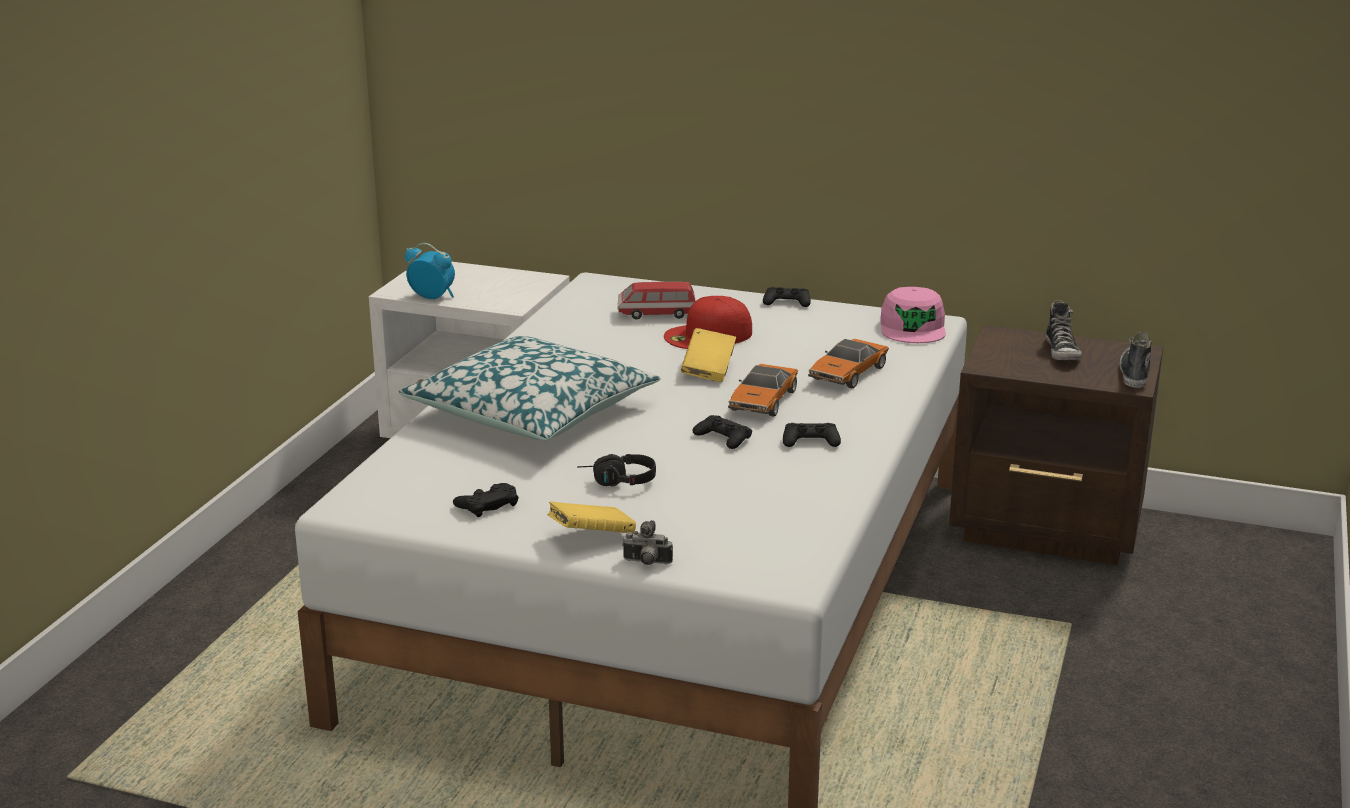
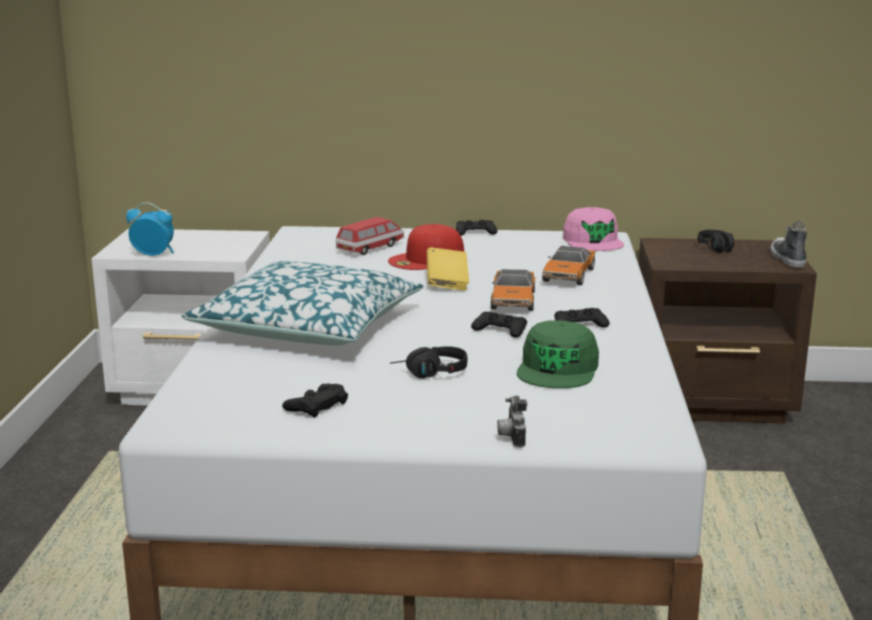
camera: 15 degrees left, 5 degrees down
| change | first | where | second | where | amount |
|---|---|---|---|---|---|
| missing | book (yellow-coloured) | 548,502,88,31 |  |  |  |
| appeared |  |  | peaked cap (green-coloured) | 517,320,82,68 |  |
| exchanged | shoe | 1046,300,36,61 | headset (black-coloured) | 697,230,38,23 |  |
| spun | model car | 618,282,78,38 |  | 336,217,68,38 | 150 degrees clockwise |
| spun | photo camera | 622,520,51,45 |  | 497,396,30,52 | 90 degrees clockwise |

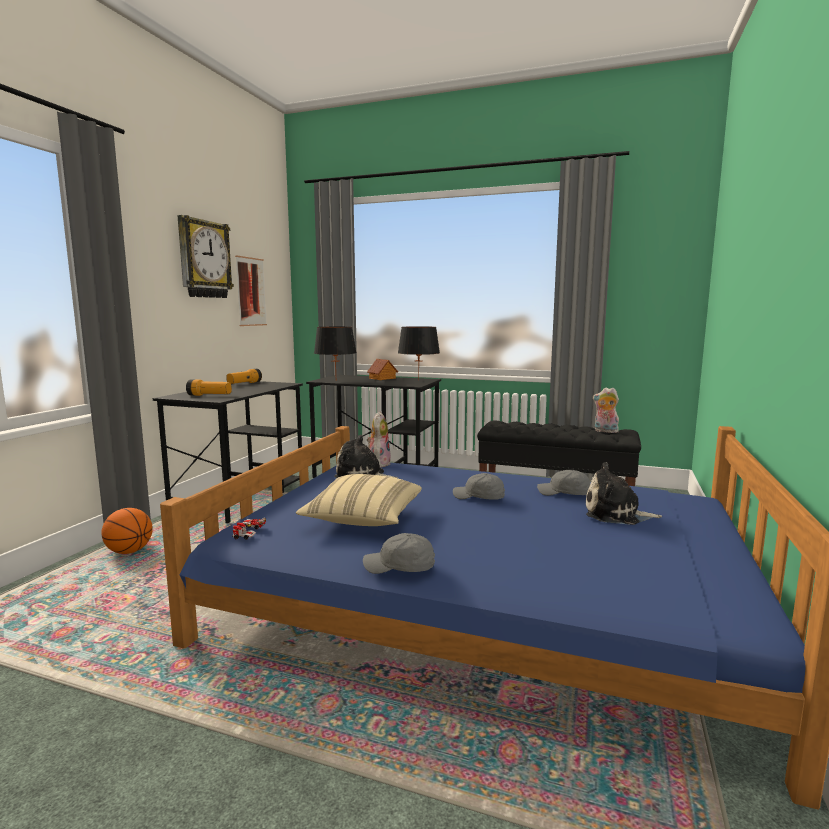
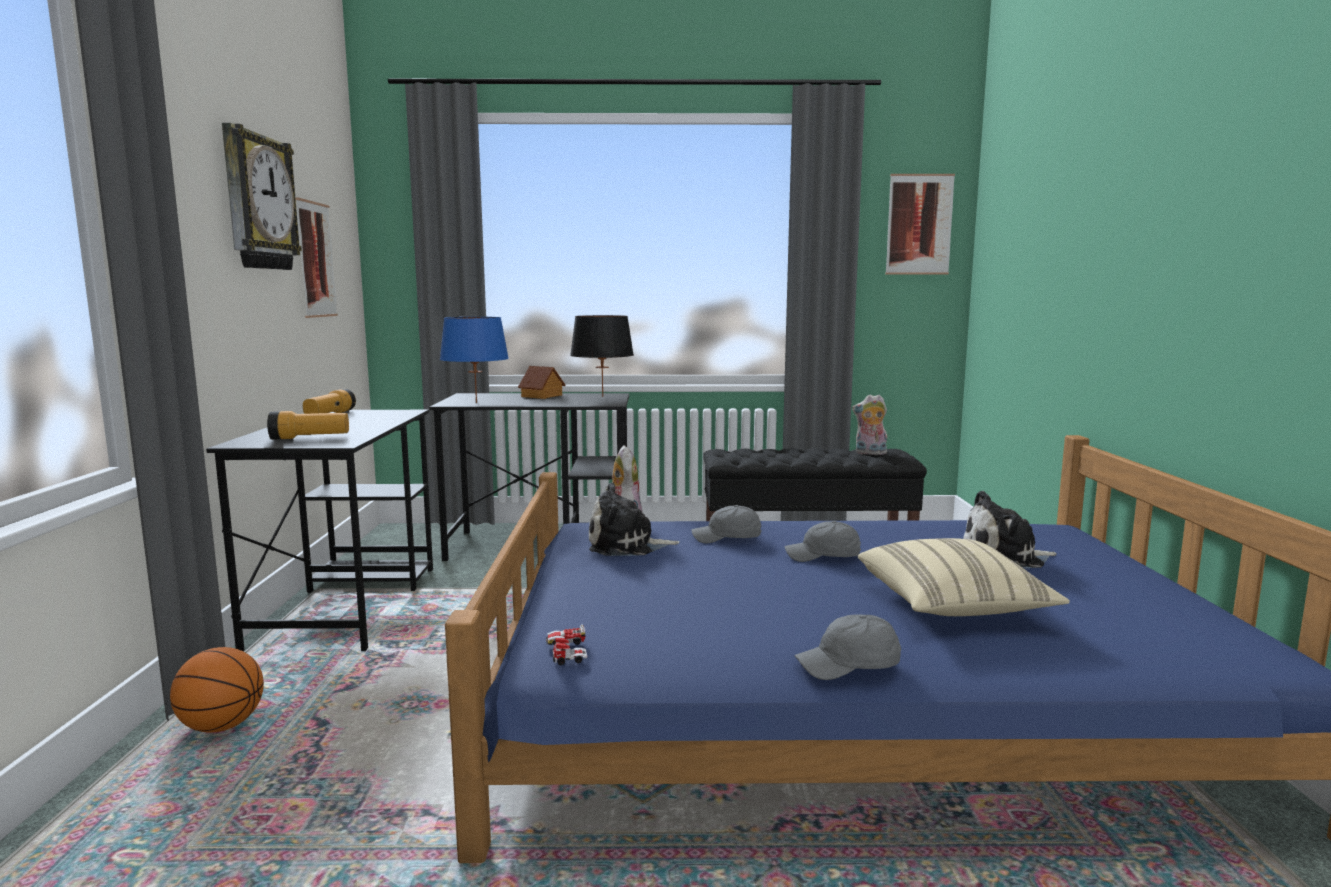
camera: 20 degrees left, 0 degrees up
| change | first | where | second | where | amount |
|---|---|---|---|---|---|
| appeared |  |  | wall art | 885,174,70,100 |  |
| relocated | cushion (sand-coloured) | 296,474,126,52 |  | 858,538,212,78 |  |
| relocated | peaked cap (grey) | 537,470,53,26 |  | 692,505,69,38 |  |
| colour | tabletop lamp (black-coloured) | 314,327,43,45 | tabletop lamp (blue) | 440,317,69,86 |  |

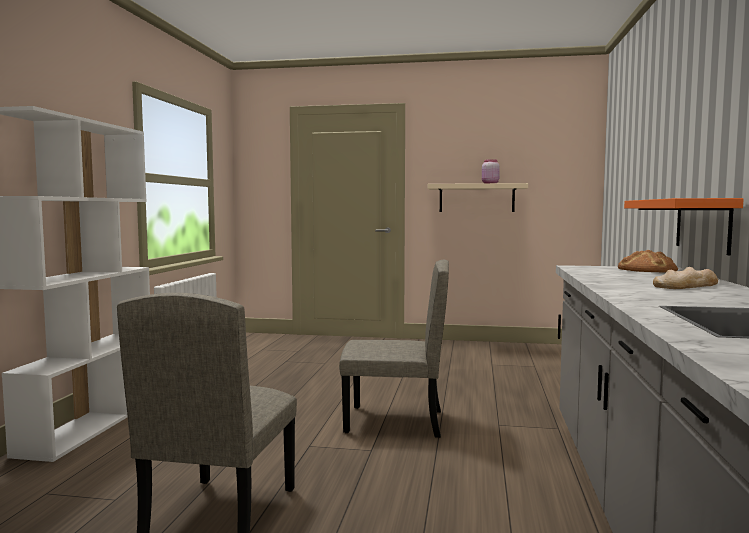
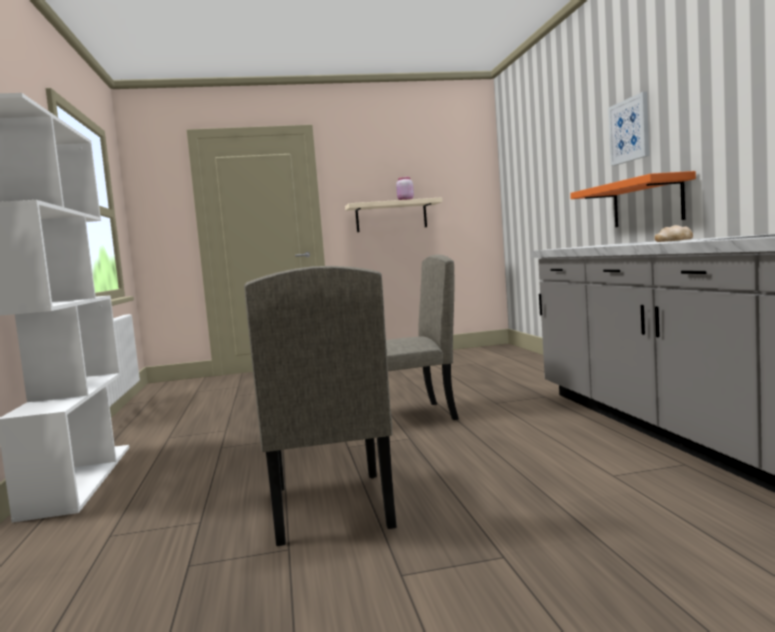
camera: 20 degrees left, 0 degrees up
| change | first | where | second | where | amount |
|---|---|---|---|---|---|
| missing | baked bread | 618,250,60,23 |  |  |  |
| appeared |  |  | wall art | 608,92,41,74 |  |

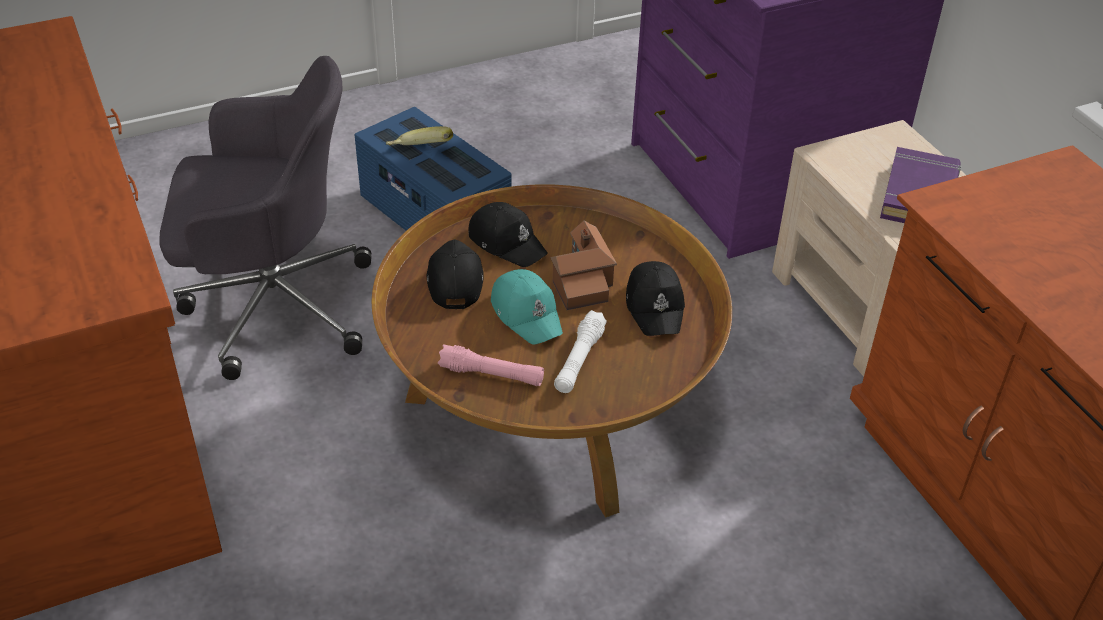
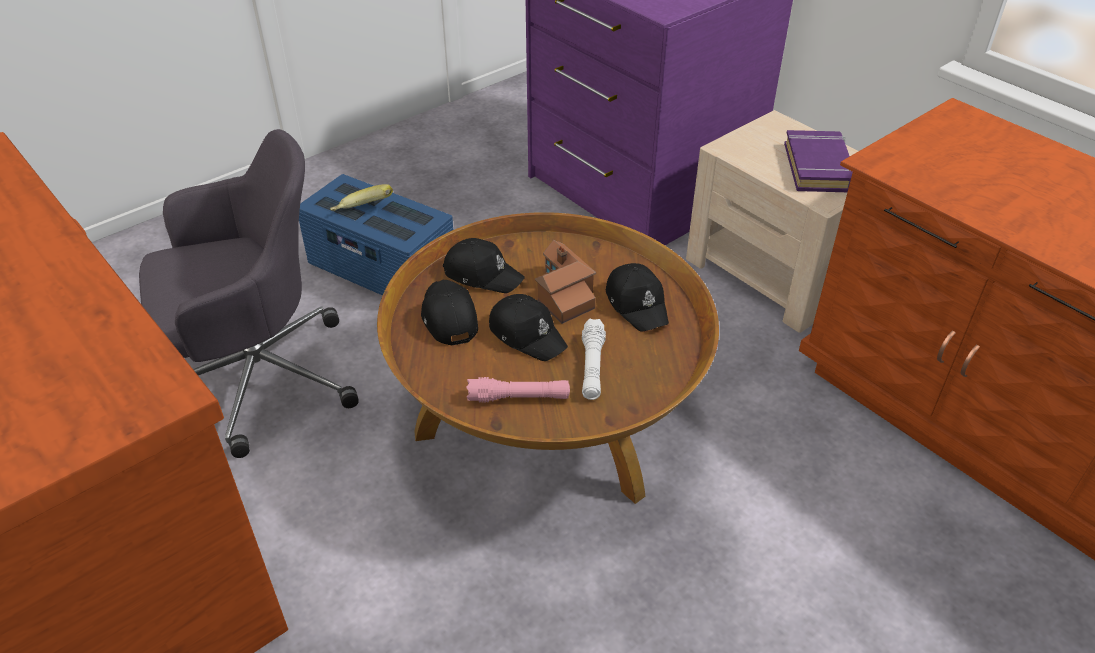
camera: 15 degrees left, 0 degrees up
| change | first | where | second | where | amount |
|---|---|---|---|---|---|
| colour | peaked cap (turquoise-coloured) | 491,269,72,75 | peaked cap (black-coloured) | 489,294,79,67 |  |

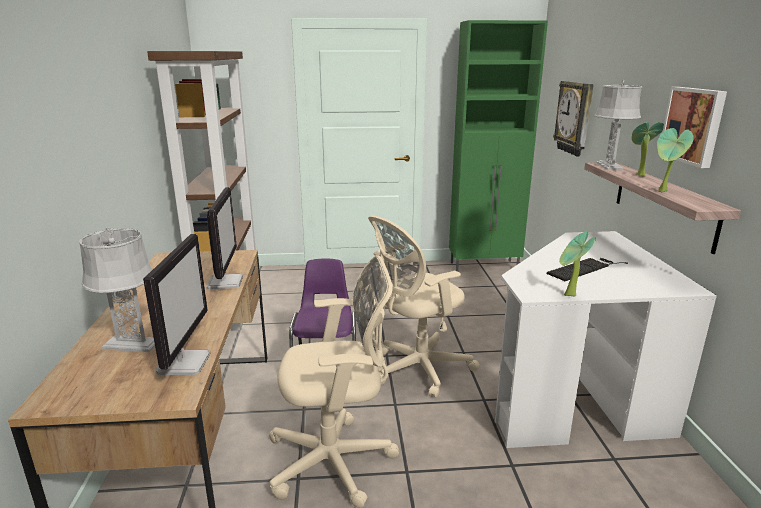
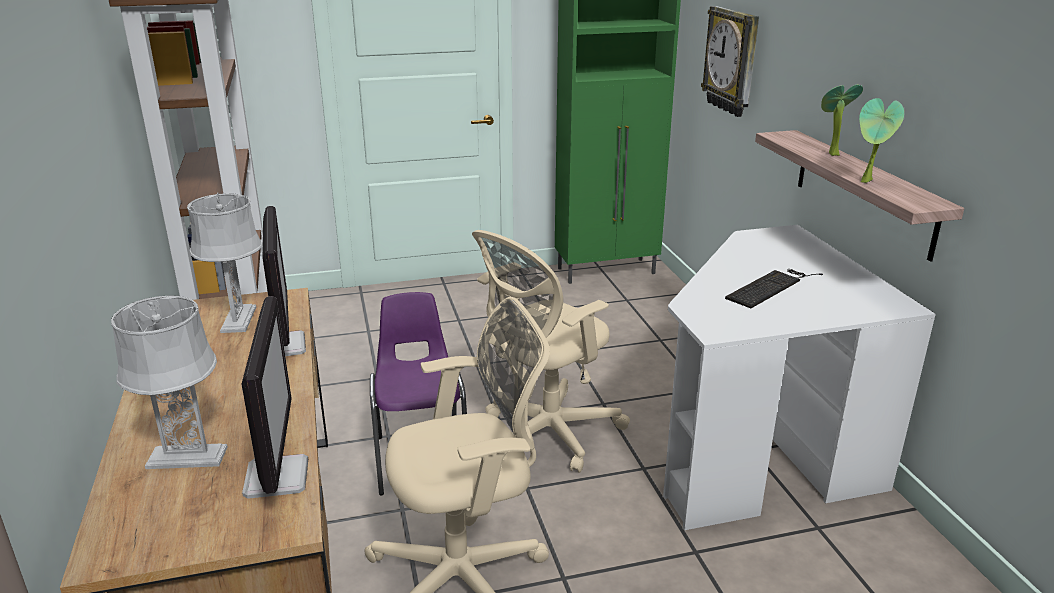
camera: 10 degrees left, 5 degrees up
| change | first | where | second | where | amount |
|---|---|---|---|---|---|
| missing | potted plant | 559,232,37,64 |  |  |  |
| missing | wall art | 658,87,69,81 |  |  |  |
| relocated | tabletop lamp (grey) | 594,79,48,91 |  | 187,193,76,140 |  |

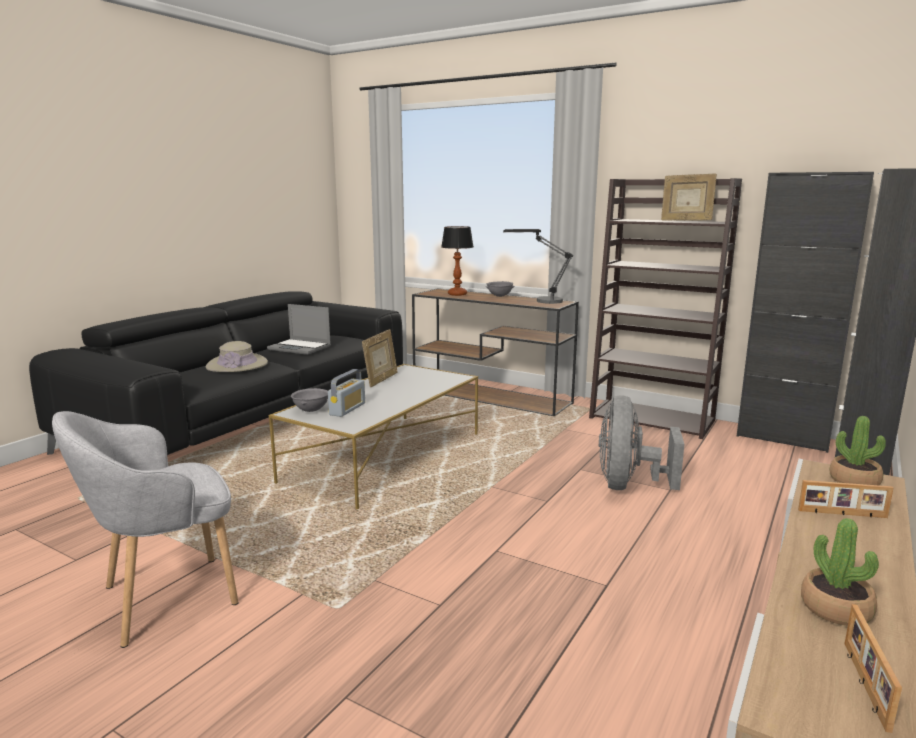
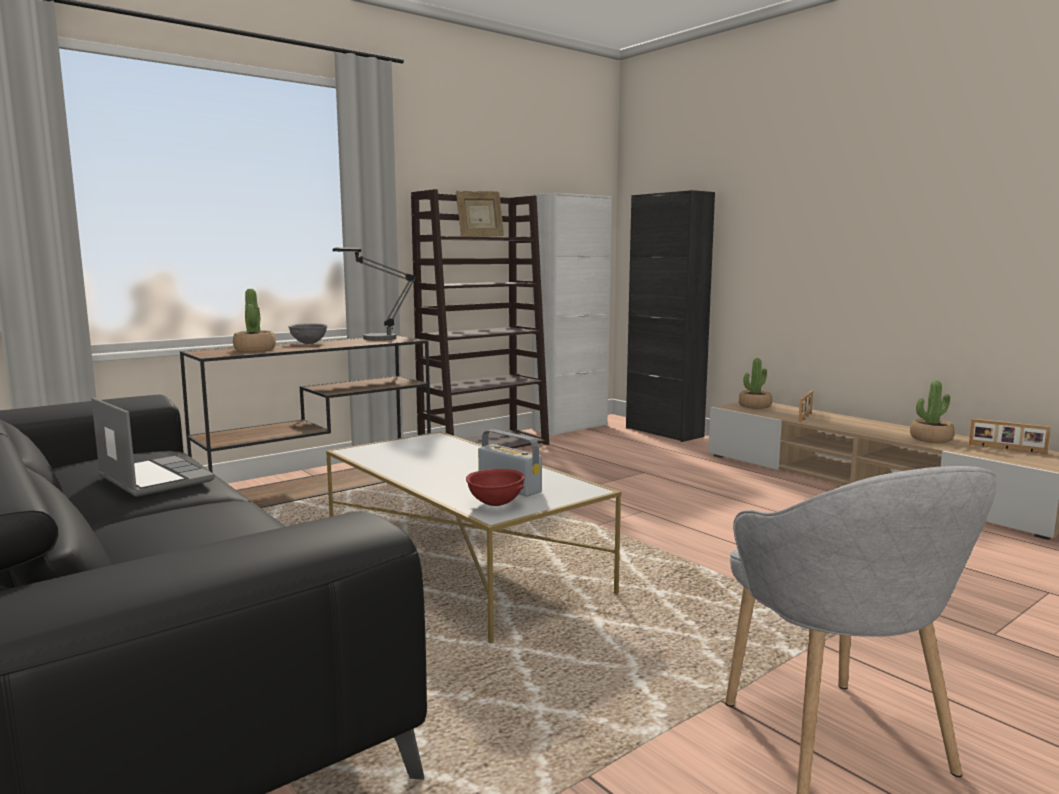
camera: 70 degrees left, 5 degrees down
| change | first | where | second | where | amount |
|---|---|---|---|---|---|
| missing | wearable hat (sand-coloured) | 206,341,62,31 |  |  |  |
| missing | picture frame | 362,329,36,58 |  |  |  |
| missing | electric fan (grey) | 599,395,85,95 |  |  |  |
| exchanged | tabletop lamp | 441,226,32,70 | potted plant | 233,289,43,63 |  |
| colour | deep dish (grey) | 291,388,37,24 | deep dish (reddish) | 466,469,59,37 |  |
| colour | cabinet (black-coloured) | 737,172,137,281 | cabinet (white-coloured) | 532,192,80,244 |  |
| spun | laptop | 267,304,64,51 |  | 91,397,124,100 | 90 degrees counterclockwise |

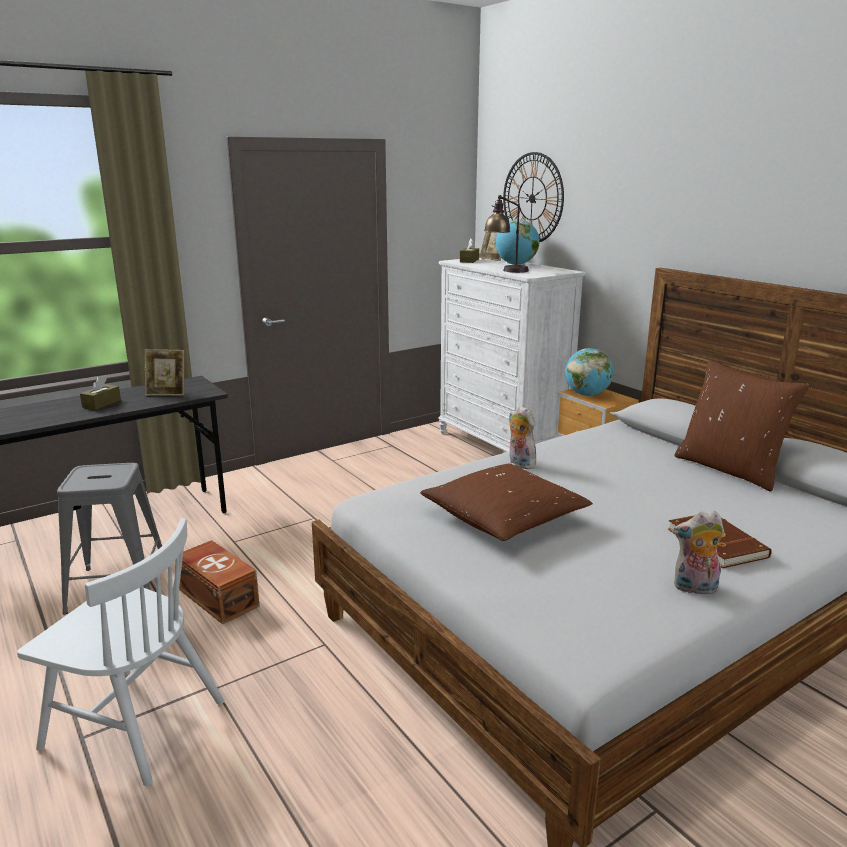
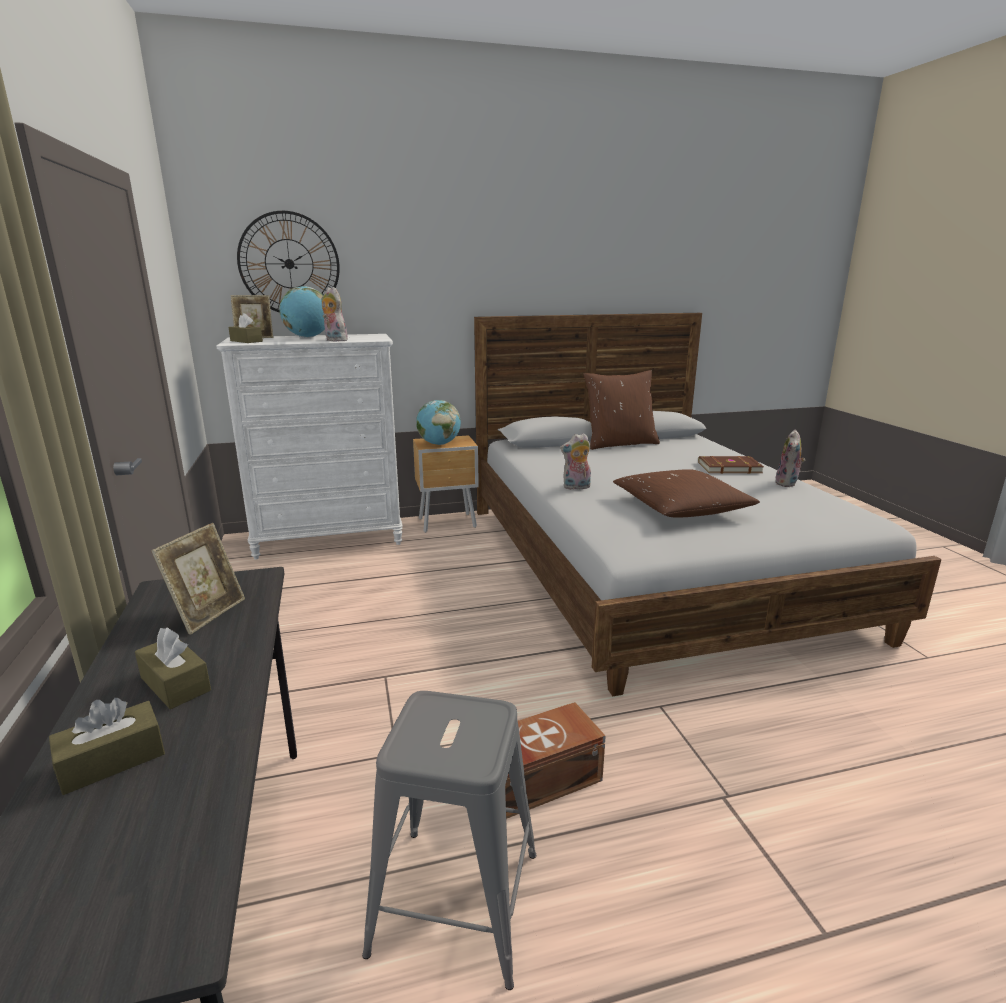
camera: 70 degrees left, 0 degrees up
| change | first | where | second | where | amount |
|---|---|---|---|---|---|
| missing | upright chair (white-coloured) | 17,518,207,268 |  |  |  |
| appeared |  |  | box of tissues (brown-coloured) | 49,698,116,97 |  |
| exchanged | tabletop lamp | 484,195,45,78 | soft toy | 321,287,27,55 |  |

